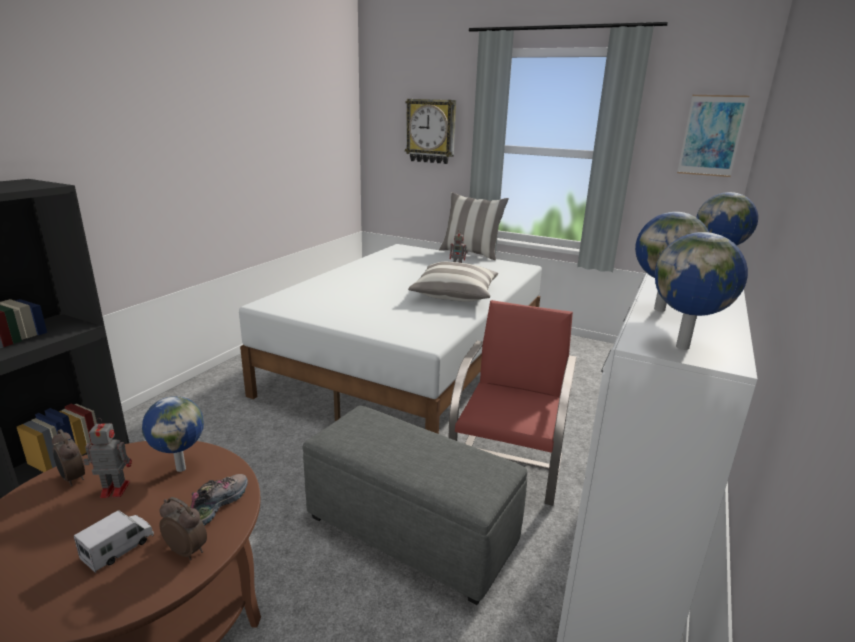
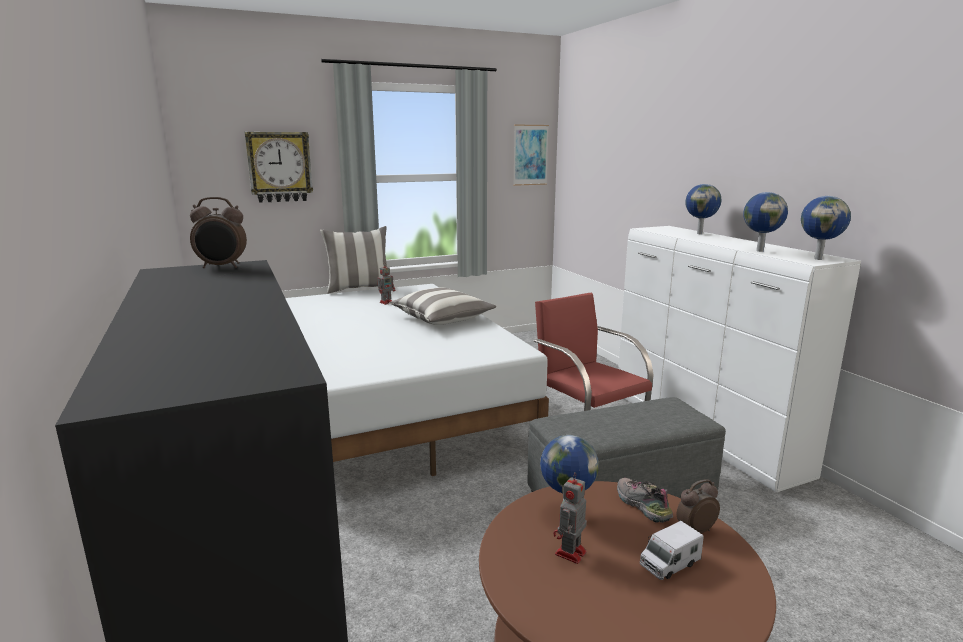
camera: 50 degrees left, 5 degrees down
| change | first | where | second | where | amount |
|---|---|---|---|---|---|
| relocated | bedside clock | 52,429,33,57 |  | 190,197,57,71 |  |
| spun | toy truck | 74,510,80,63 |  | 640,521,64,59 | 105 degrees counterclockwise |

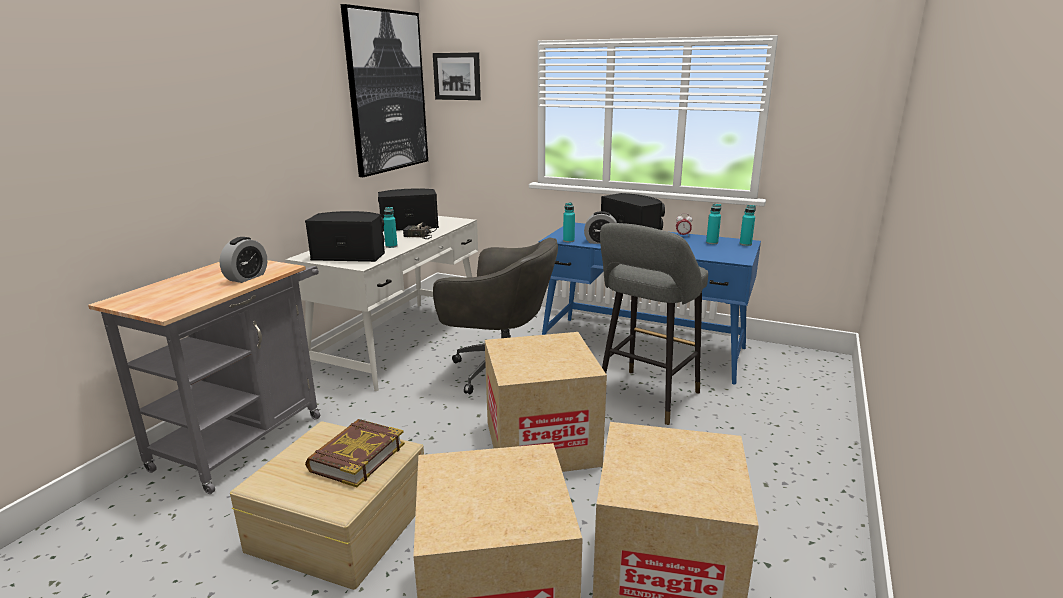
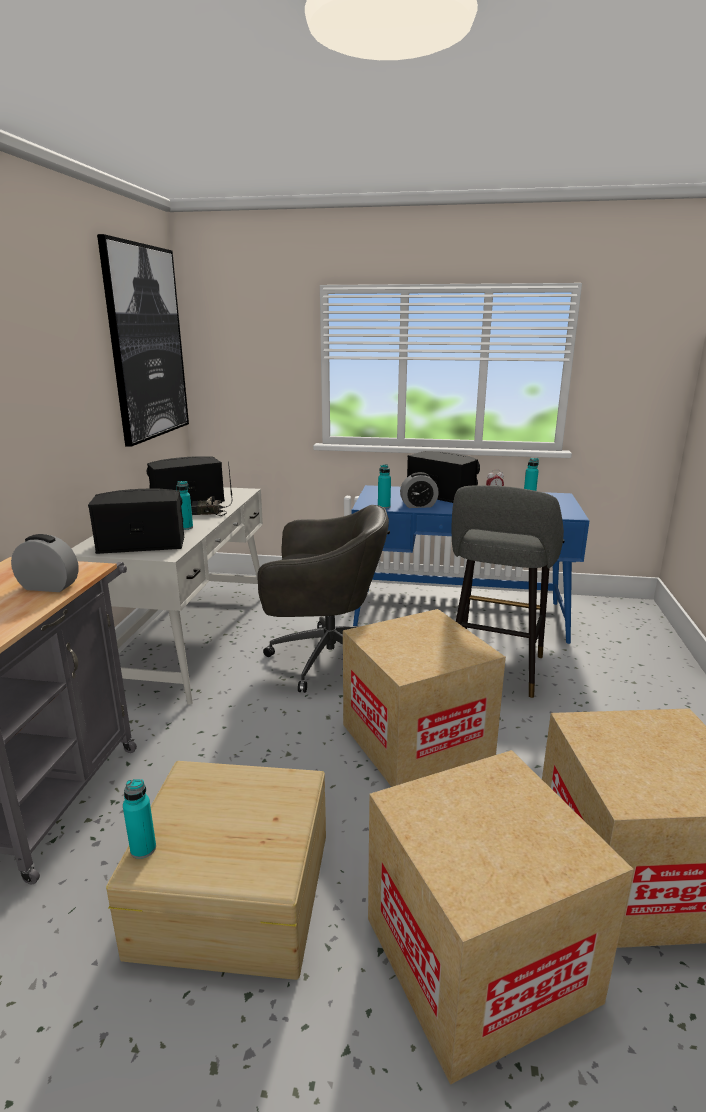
camera: 15 degrees left, 0 degrees up
| change | first | where | second | where | amount |
|---|---|---|---|---|---|
| missing | book | 305,419,100,68 |  |  |  |
| missing | wall art | 433,52,48,48 |  |  |  |
| relocated | beverage bottle (turquoise-coloured) | 740,205,16,41 |  | 123,779,33,80 |  |
| spun | bedside clock | 220,237,47,46 |  | 11,534,68,58 | 90 degrees counterclockwise |

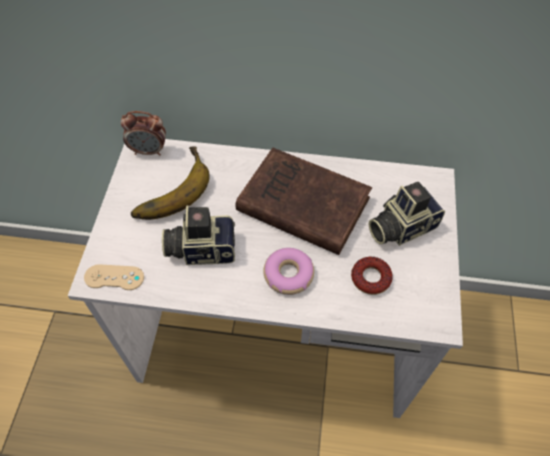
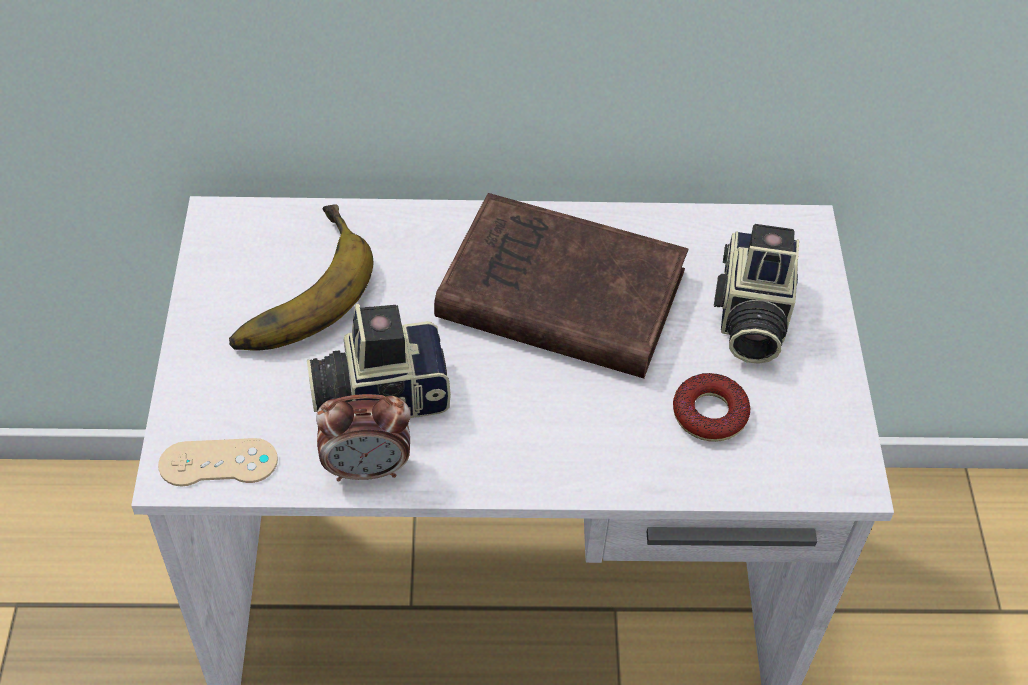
camera: 10 degrees left, 5 degrees down
| change | first | where | second | where | amount |
|---|---|---|---|---|---|
| missing | donut | 263,248,51,47 |  |  |  |
| relocated | bedside clock | 121,111,45,45 |  | 316,394,95,88 |  |
| spun | photo camera | 369,182,76,64 |  | 714,224,85,140 | 45 degrees counterclockwise |

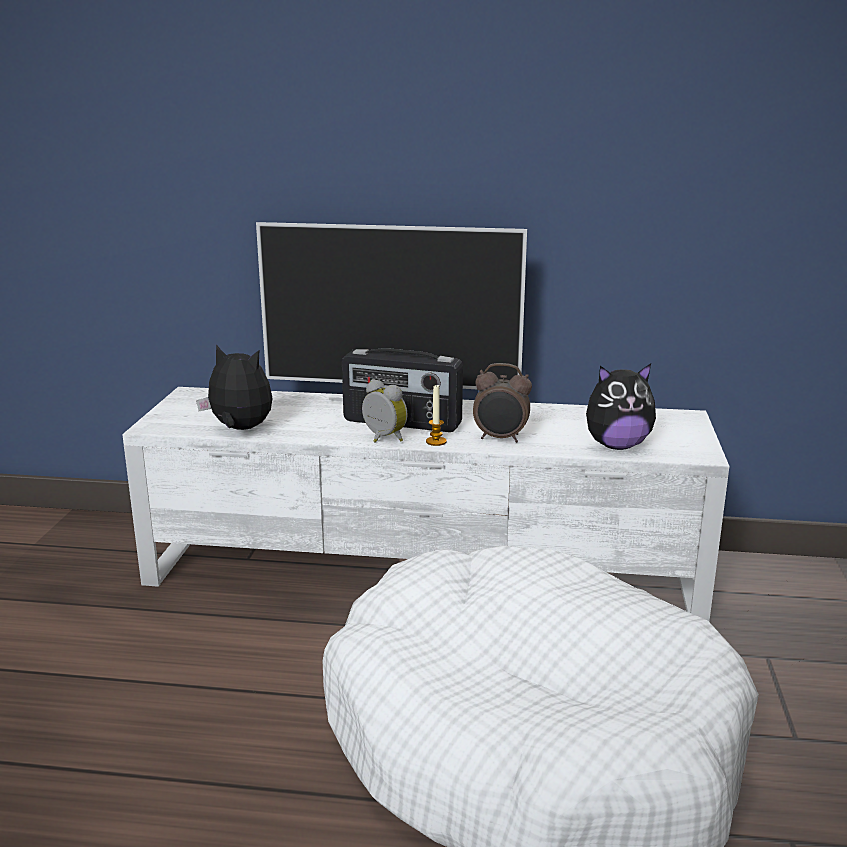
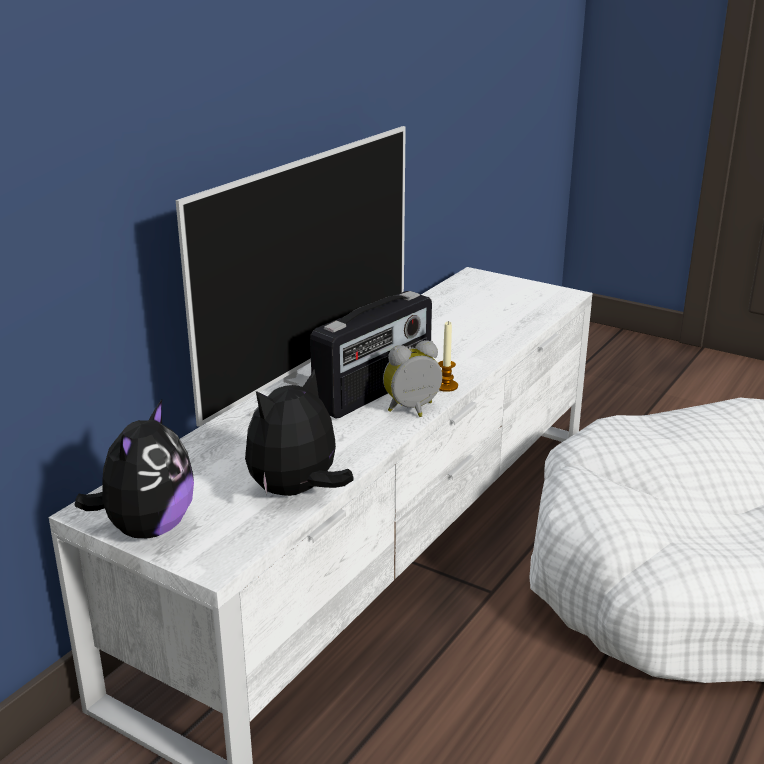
camera: 65 degrees left, 5 degrees up
| change | first | where | second | where | amount |
|---|---|---|---|---|---|
| missing | bedside clock | 473,363,59,79 |  |  |  |
| relocated | soft toy | 586,364,70,86 |  | 75,400,119,138 |  |

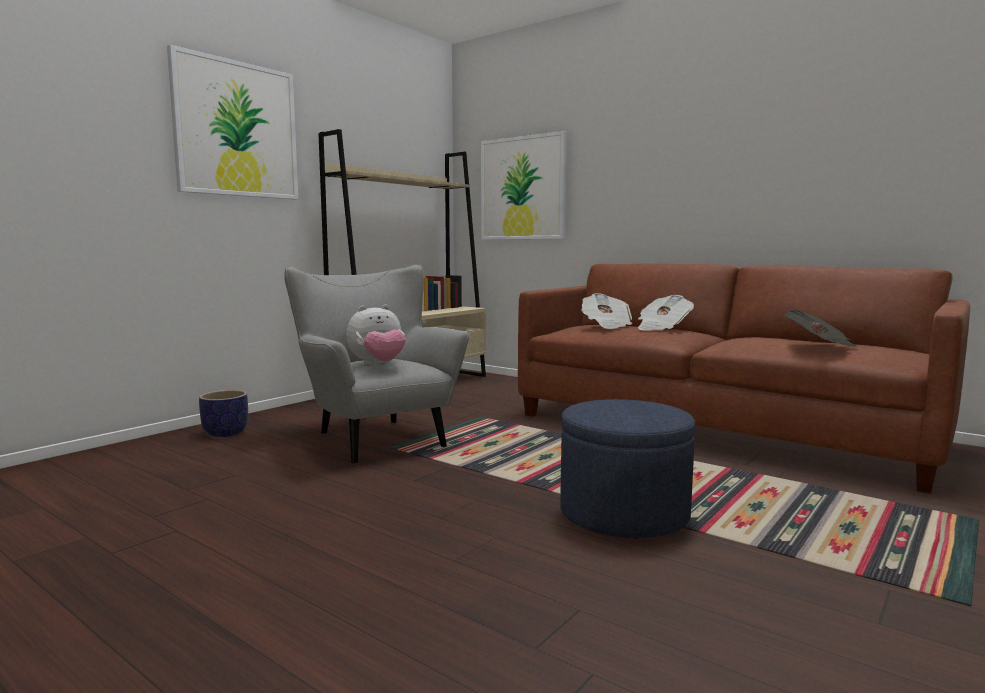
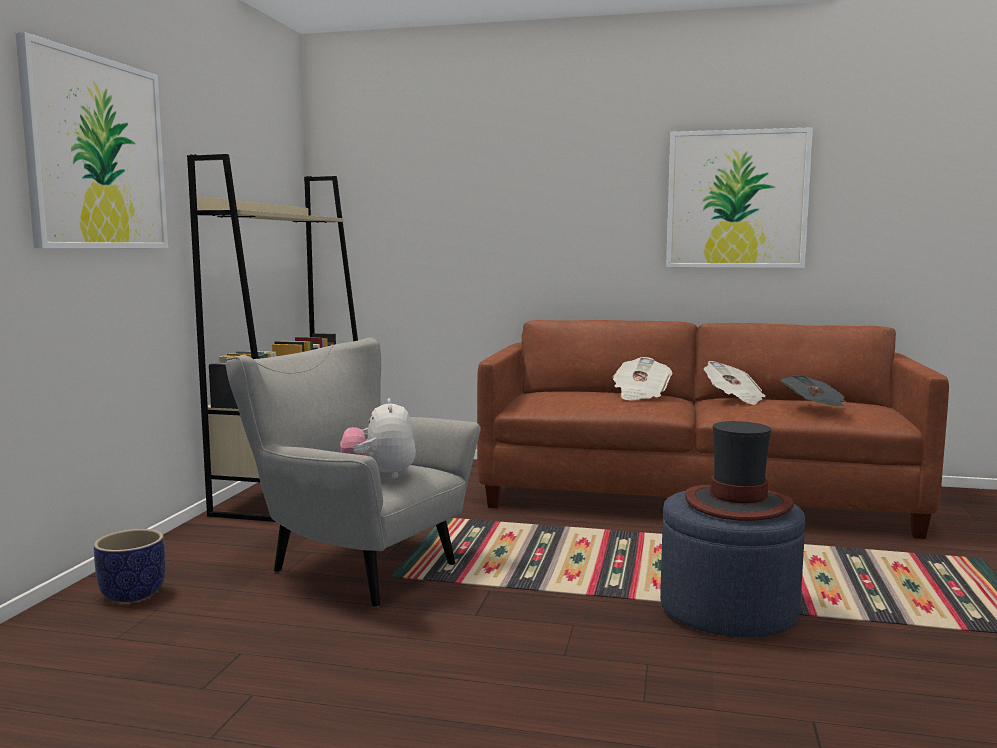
camera: 25 degrees left, 0 degrees up
| change | first | where | second | where | amount |
|---|---|---|---|---|---|
| appeared |  |  | wearable hat | 685,421,109,100 |  |
| relocated | wall art | 481,131,86,109 |  | 666,127,147,141 |  |
| relocated | newspaper | 581,293,51,36 |  | 704,361,62,44 |  |
| spun | soft toy | 346,305,60,60 |  | 340,398,76,81 | 135 degrees clockwise |

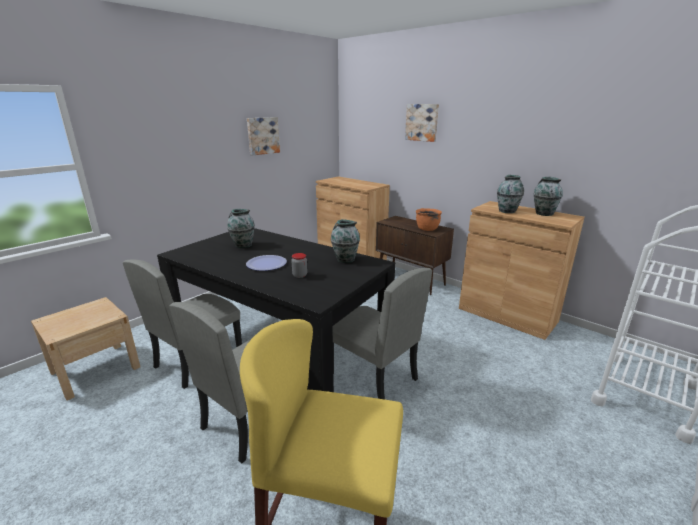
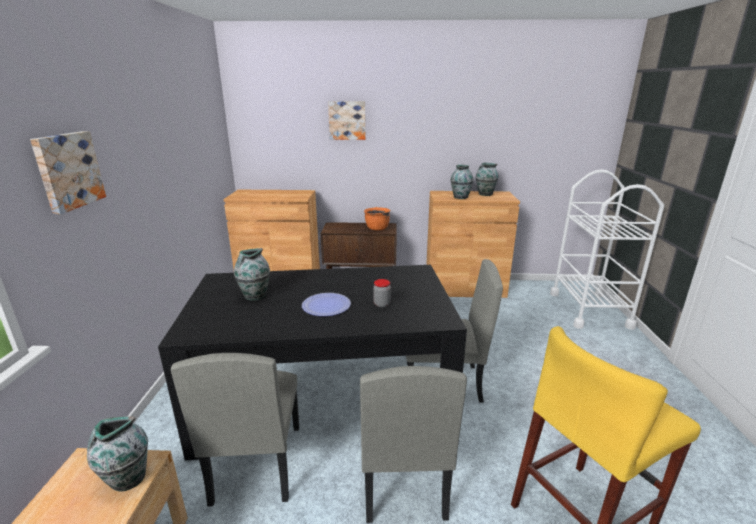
camera: 40 degrees left, 0 degrees up
| change | first | where | second | where | amount |
|---|---|---|---|---|---|
| relocated | wall art | 247,117,33,38 |  | 30,131,76,83 |  |
| relocated | vase | 331,219,29,44 |  | 87,416,61,75 |  |

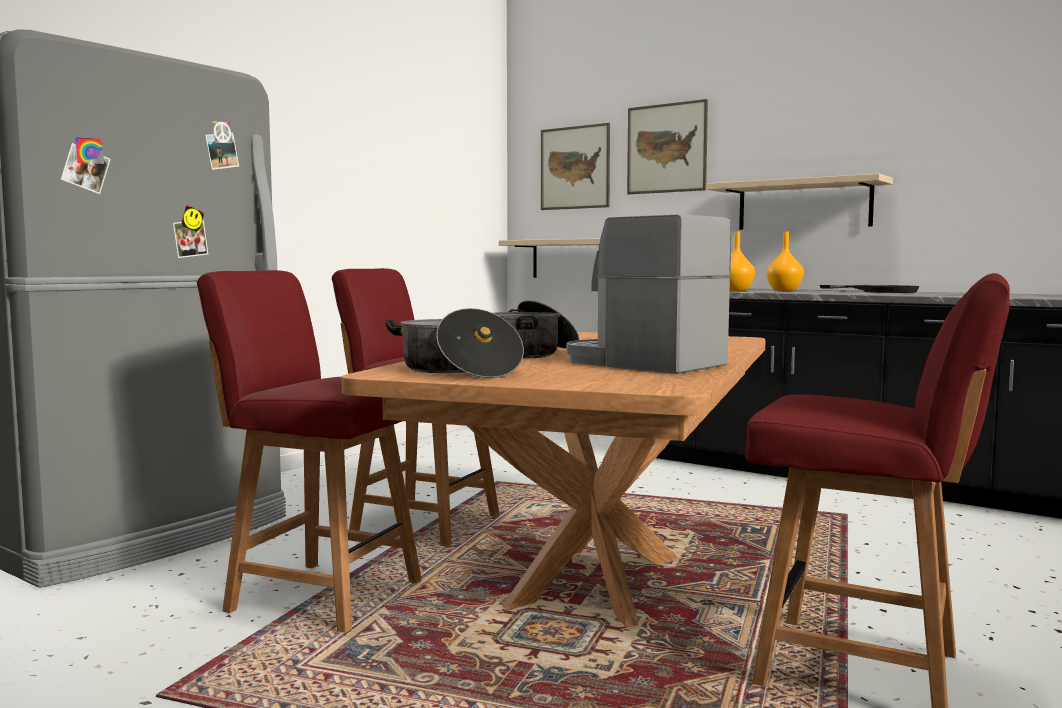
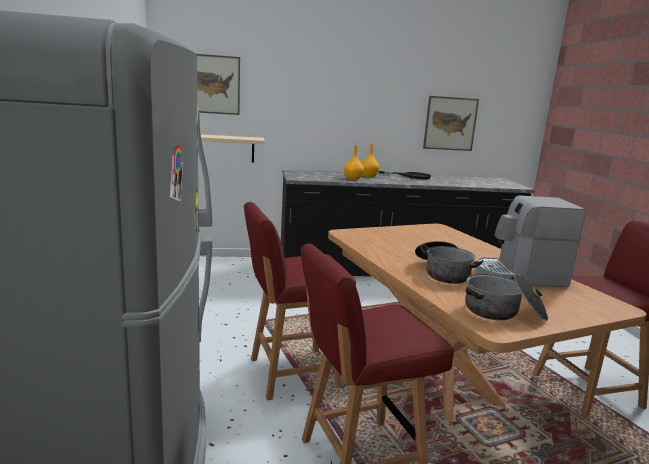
camera: 45 degrees left, 10 degrees up
| change | first | where | second | where | amount |
|---|---|---|---|---|---|
| missing | bracket shelf (sand-coloured) | 706,174,187,55 |  |  |  |
| relocated | wall art | 627,99,81,95 |  | 423,96,56,55 |  |

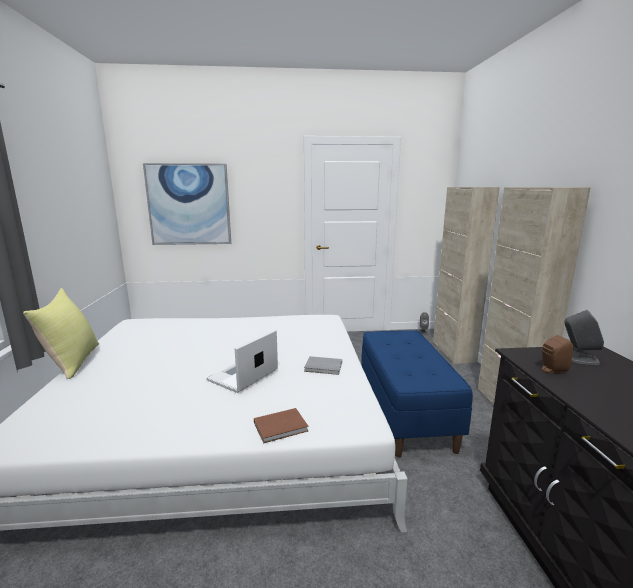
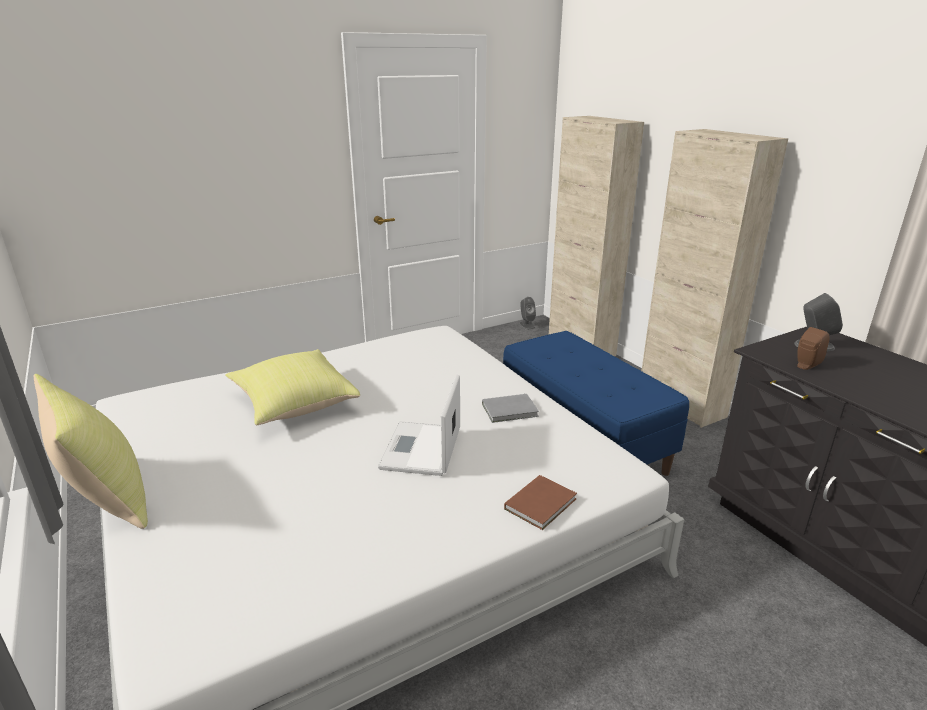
camera: 25 degrees left, 10 degrees up
| change | first | where | second | where | amount |
|---|---|---|---|---|---|
| missing | wall art | 143,163,88,82 |  |  |  |
| appeared |  |  | cushion (yellow-coloured) | 225,349,135,76 |  |

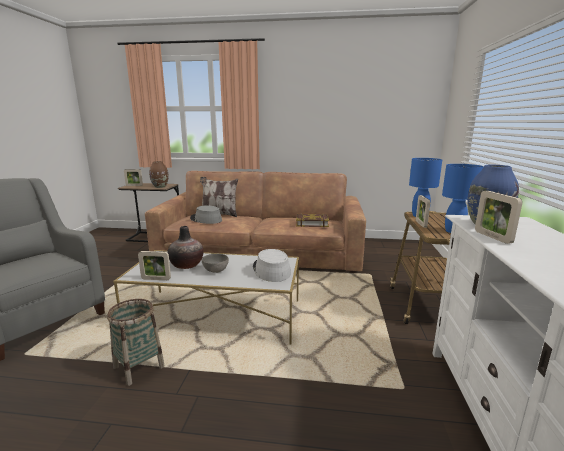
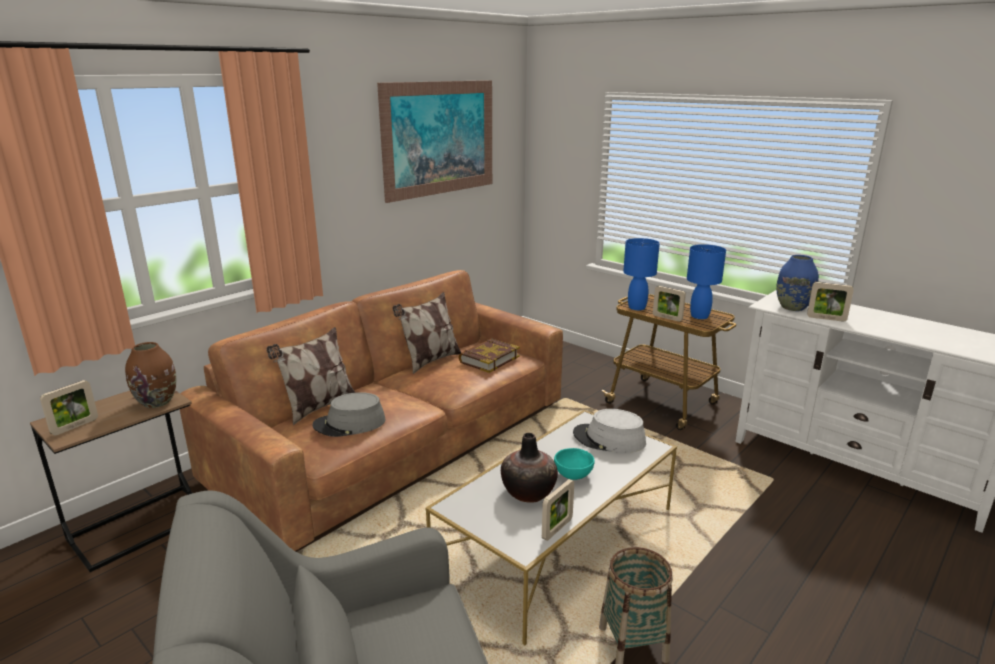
camera: 55 degrees left, 5 degrees up
| change | first | where | second | where | amount |
|---|---|---|---|---|---|
| appeared |  |  | wall art | 377,80,115,123 |  |
| appeared |  |  | cushion | 392,292,69,82 |  |
| colour | deep dish (grey) | 202,254,27,19 | deep dish (turquoise-coloured) | 554,448,41,32 |  |

